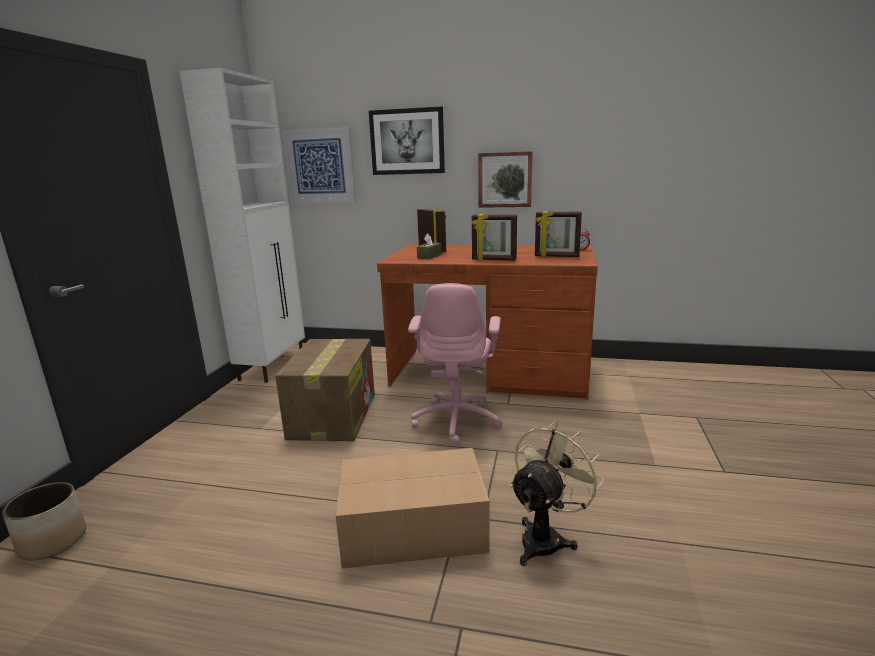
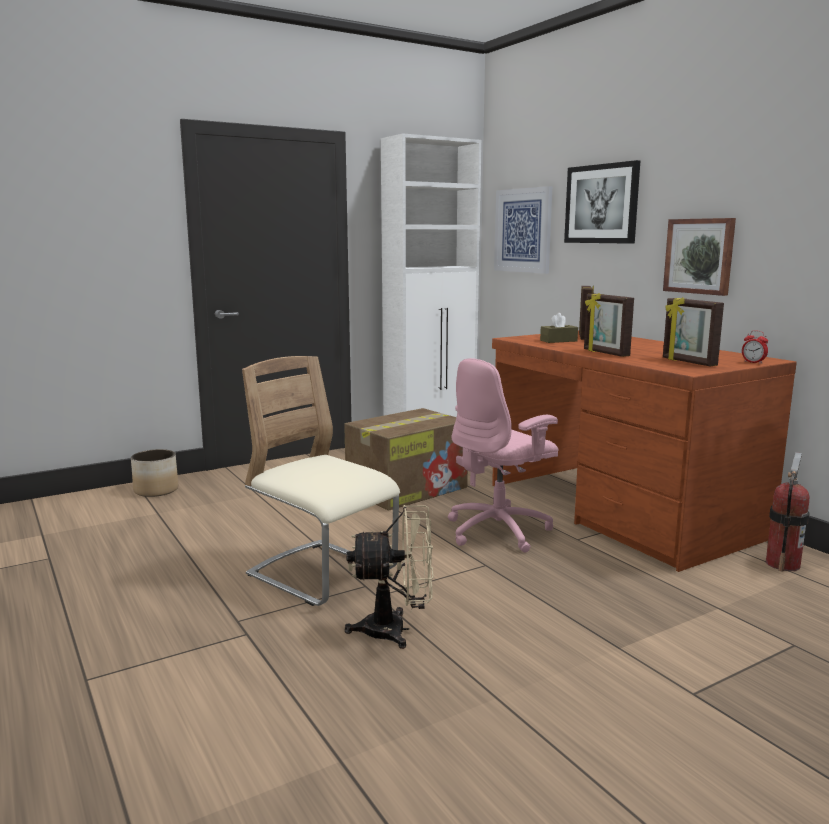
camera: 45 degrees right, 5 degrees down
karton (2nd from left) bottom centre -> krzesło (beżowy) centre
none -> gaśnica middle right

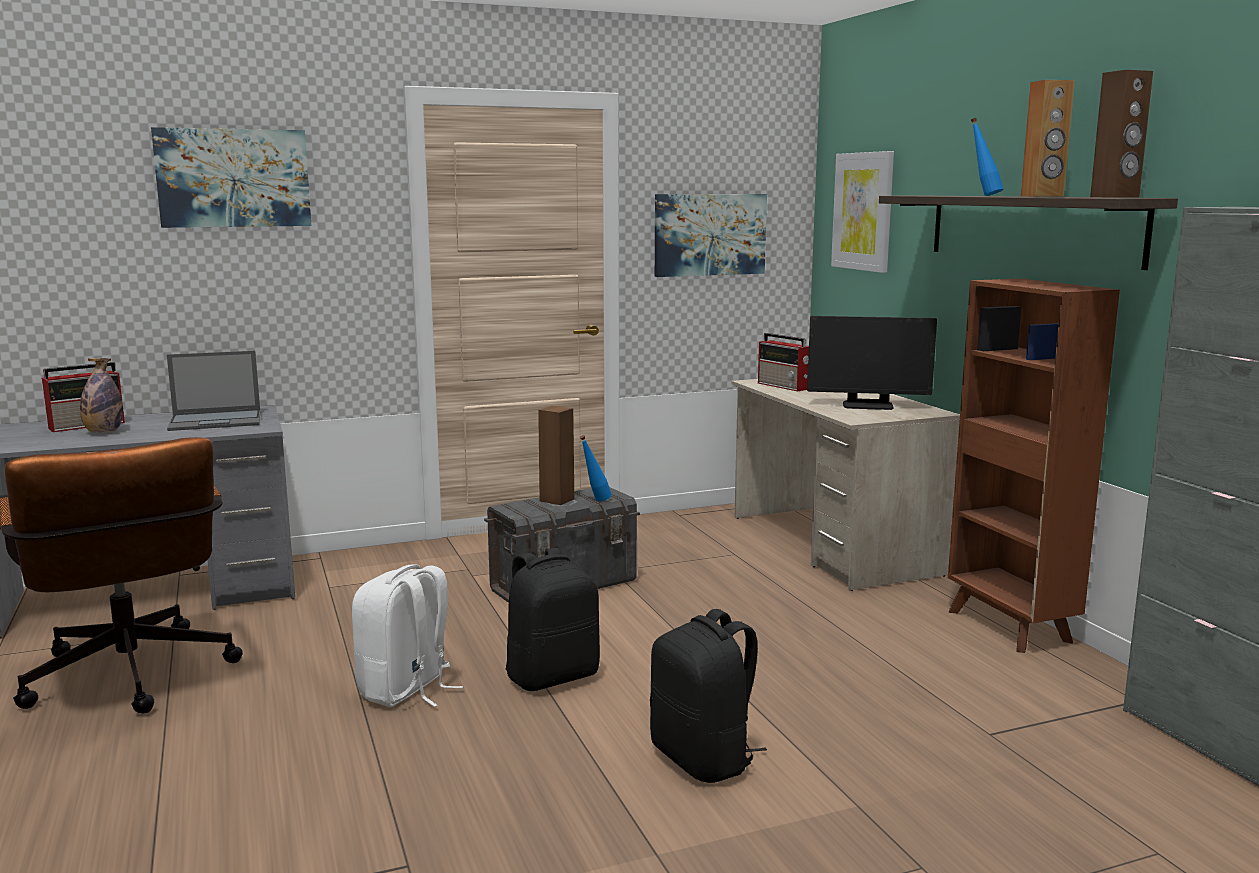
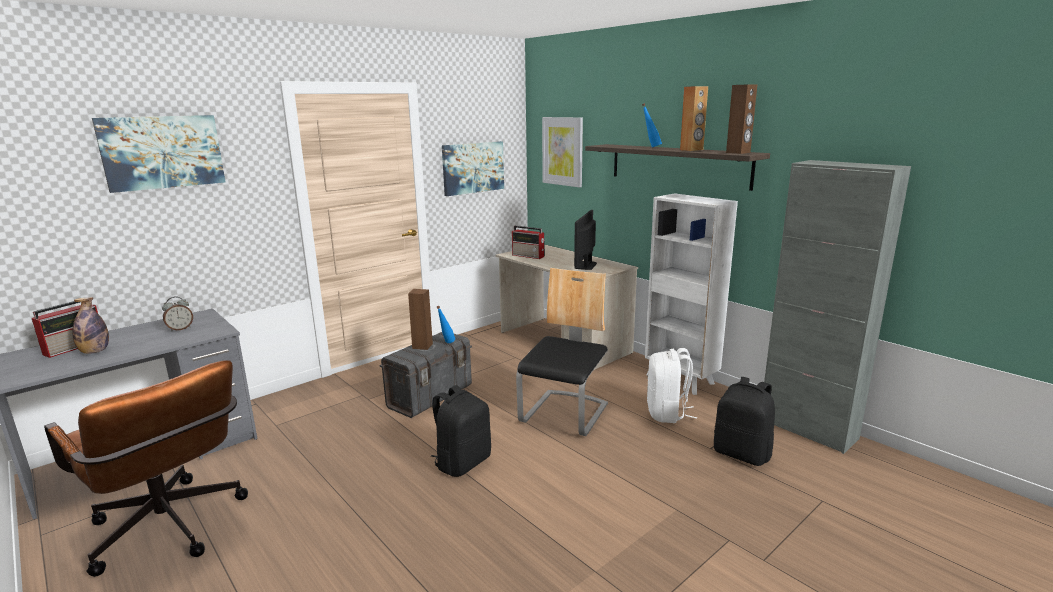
camera: 20 degrees left, 5 degrees up
regał (brązowy) middle right -> regał (biały) centre
monitor middle right -> monitor centre, 120 degrees clockwise
laptop middle left -> budzik middle left
plecak (biały) bottom left -> plecak (biały) centre, move
plecak (czarny) (2nd from left) bottom centre -> plecak (czarny) (2nd from left) bottom right, move
none -> krzesło centre

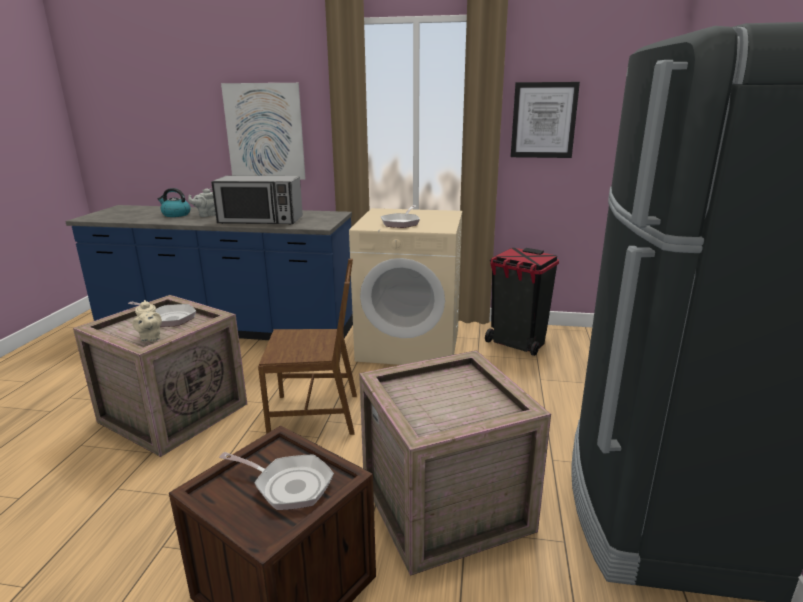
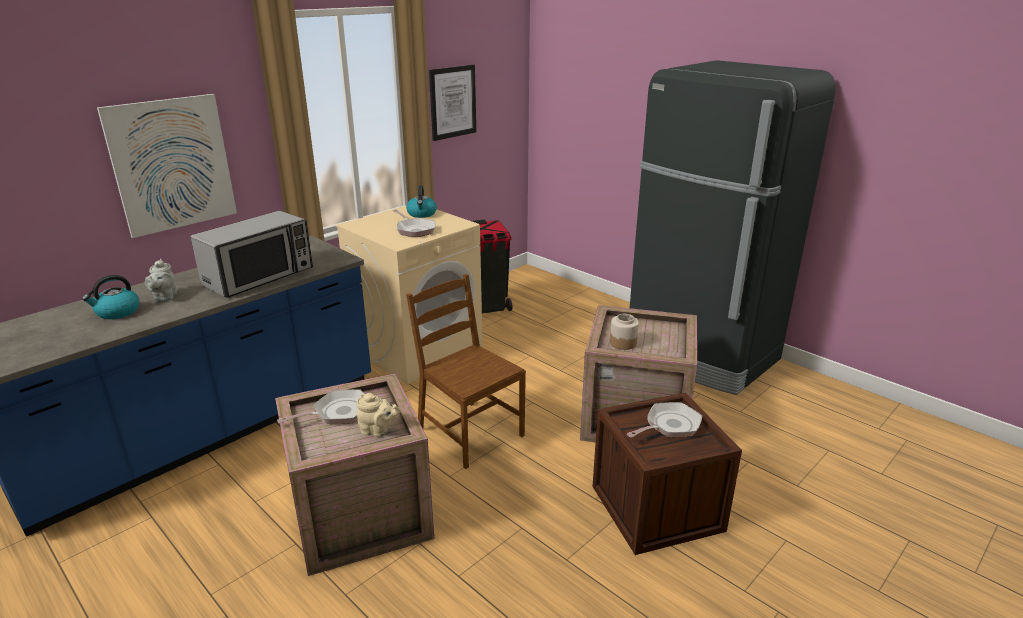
camera: 55 degrees left, 5 degrees up
krzesło (brązowy) centre, 75 degrees counterclockwise
none -> czajnik (2nd from left) top centre
none -> słoik centre

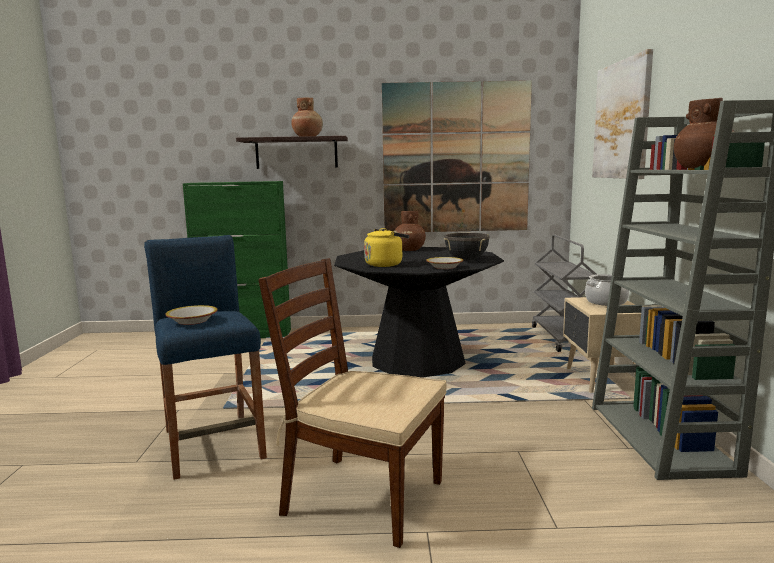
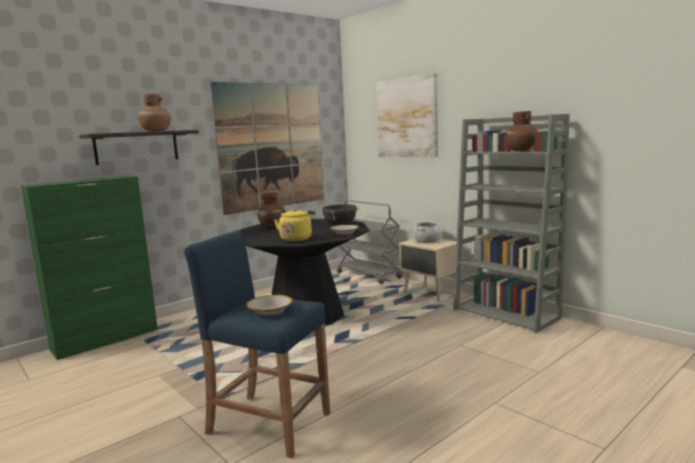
camera: 40 degrees left, 0 degrees up
krzesło (brązowy) bottom centre -> none

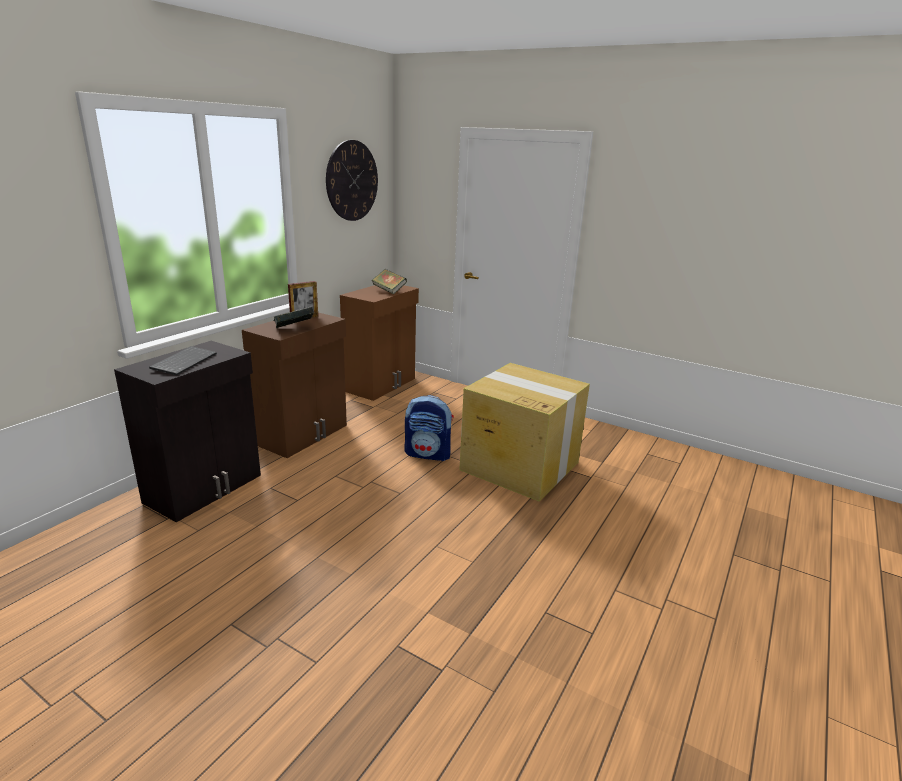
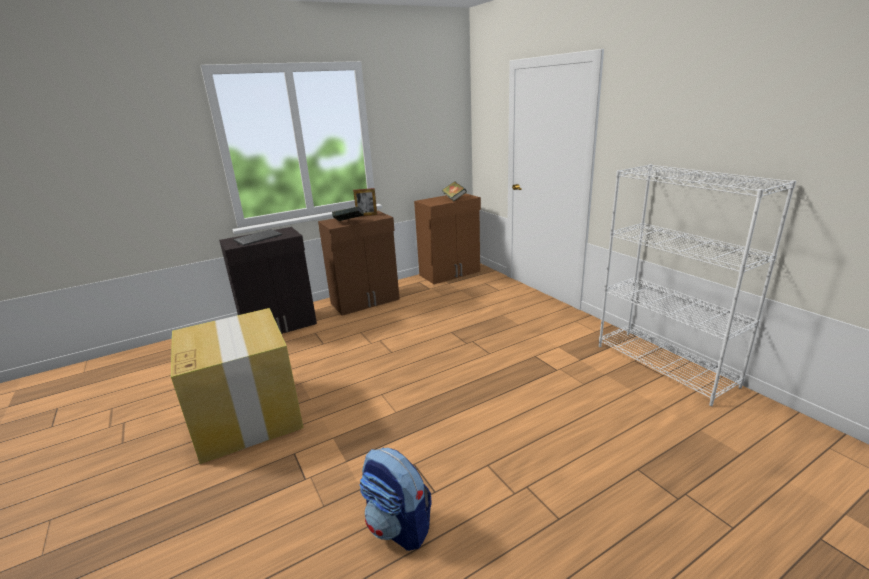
camera: 30 degrees right, 0 degrees up
zegar ścienny top centre -> none
karton centre -> karton bottom left, move
plecak centre -> plecak bottom centre, move
none -> regał (biały) middle right

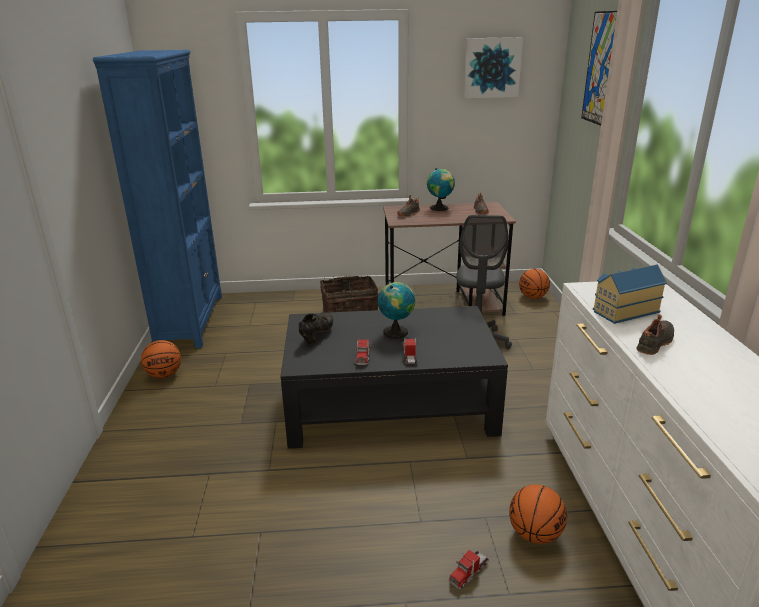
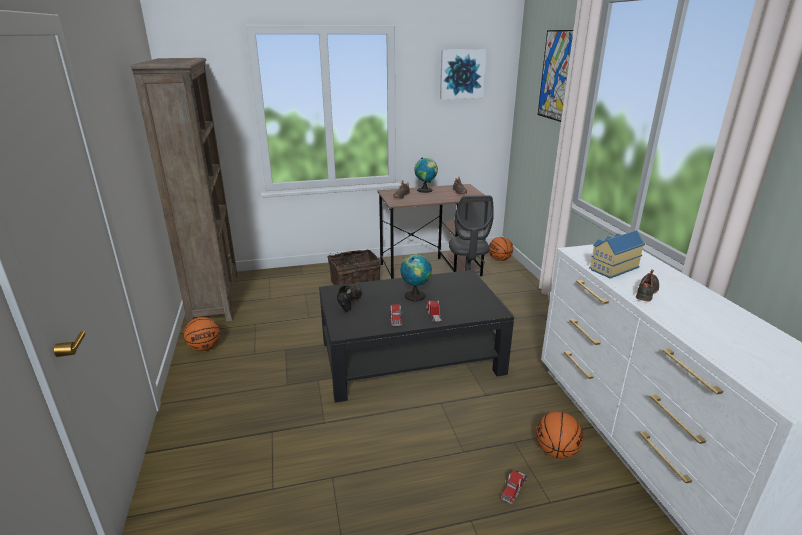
camera: 10 degrees left, 0 degrees up
regał (niebieski) top left -> regał (brązowy) middle left

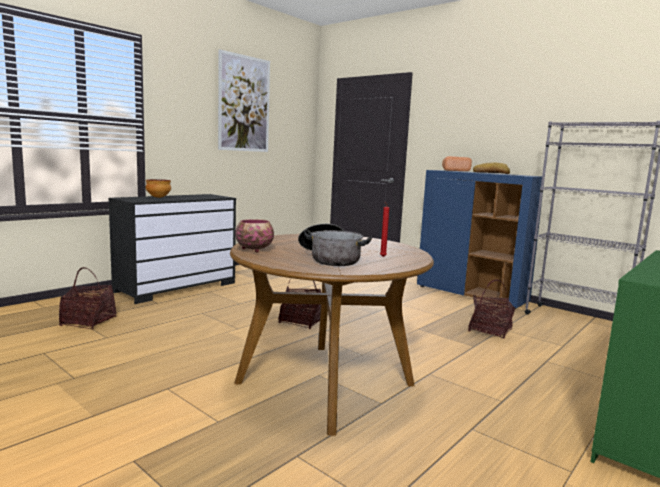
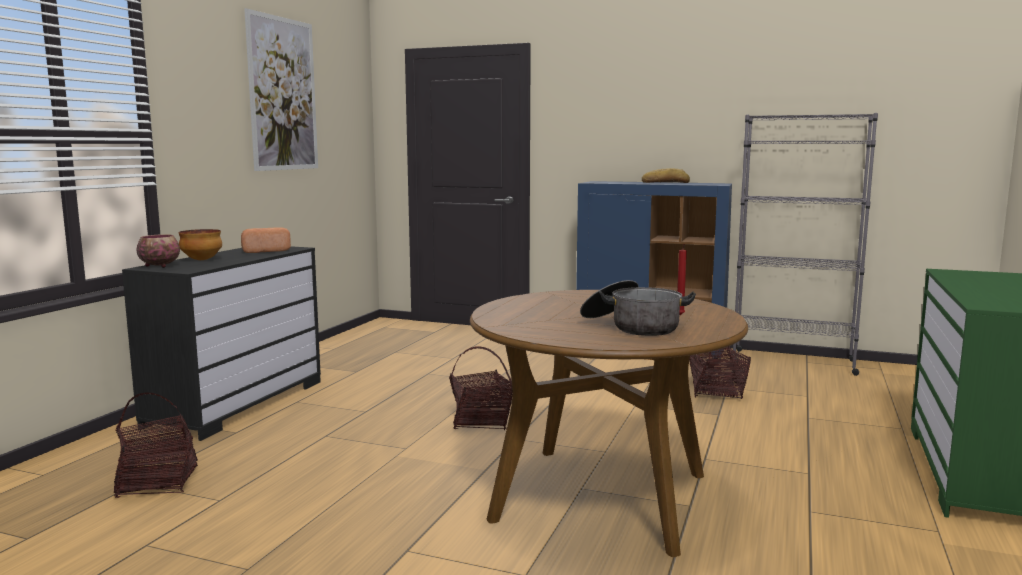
camera: 20 degrees left, 0 degrees up
chleb (1st from left) middle right -> chleb (1st from left) middle left, move
miska (2nd from left in the first image) centre -> miska (1st from left) middle left, move

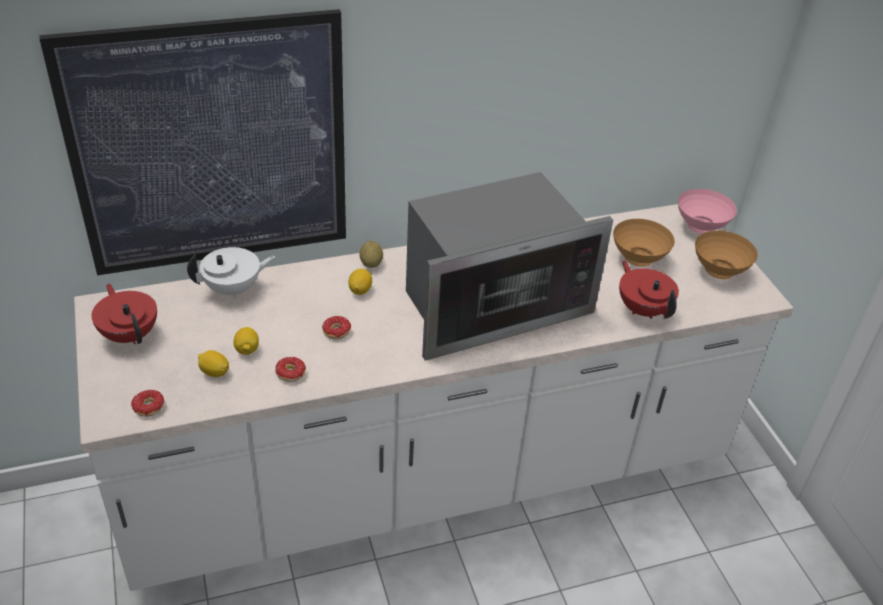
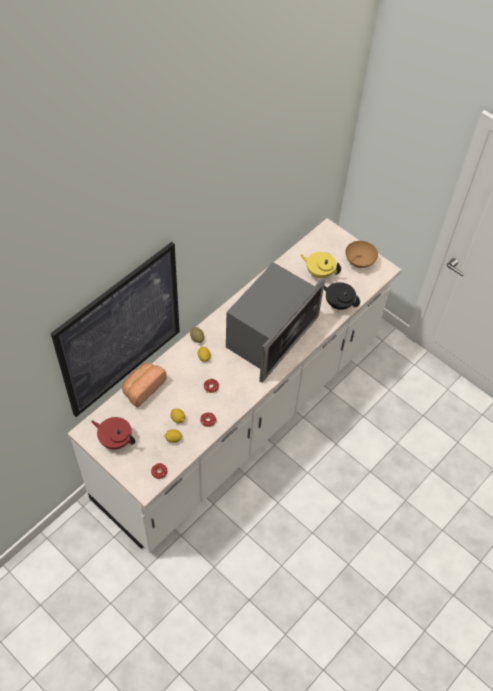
camera: 30 degrees left, 15 degrees up
miska (różowy) middle right -> none
miska (brązowy) (1st from left) middle right -> imbryk (żółty) centre
imbryk (biały) middle left -> chleb middle left
imbryk (czerwony) (2nd from left) middle right -> imbryk (czarny) middle right

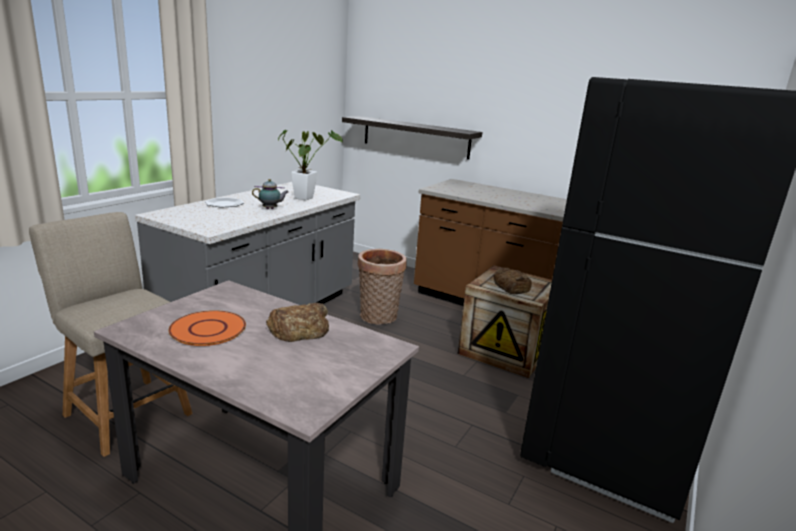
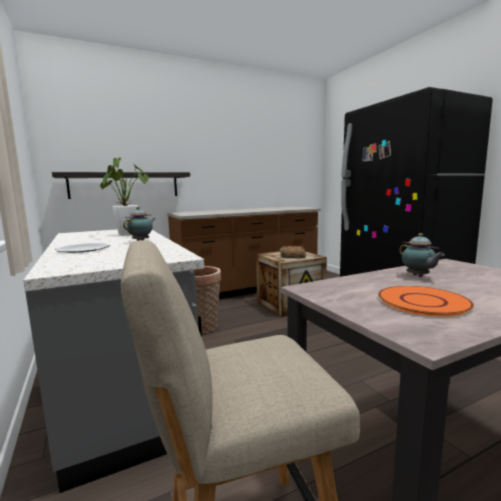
camera: 55 degrees left, 10 degrees down
chleb (1st from left) centre -> imbryk (2nd from left) middle right

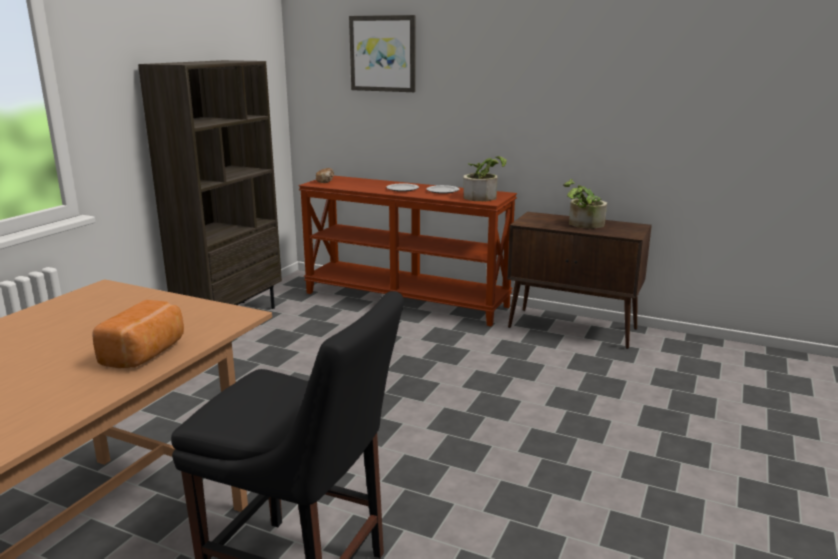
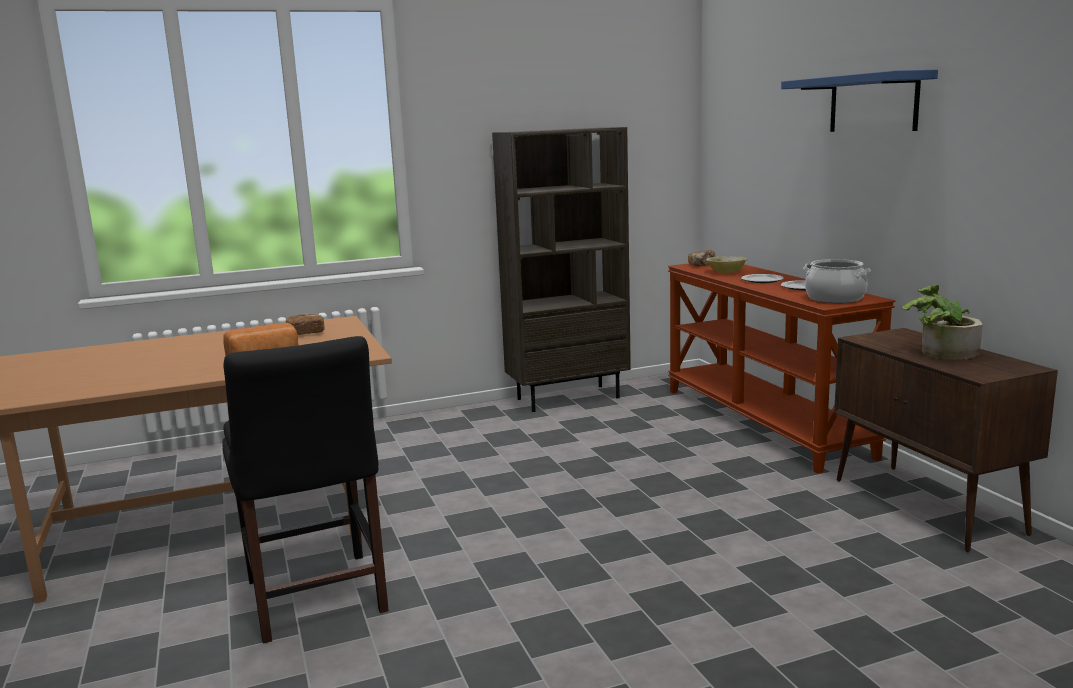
camera: 45 degrees right, 5 degrees down
obraz top centre -> none
roślina doniczkowa (1st from left) top centre -> garnek middle right
none -> półka (niebieski) top right
none -> miska middle right
none -> chleb (2nd from left) middle left

